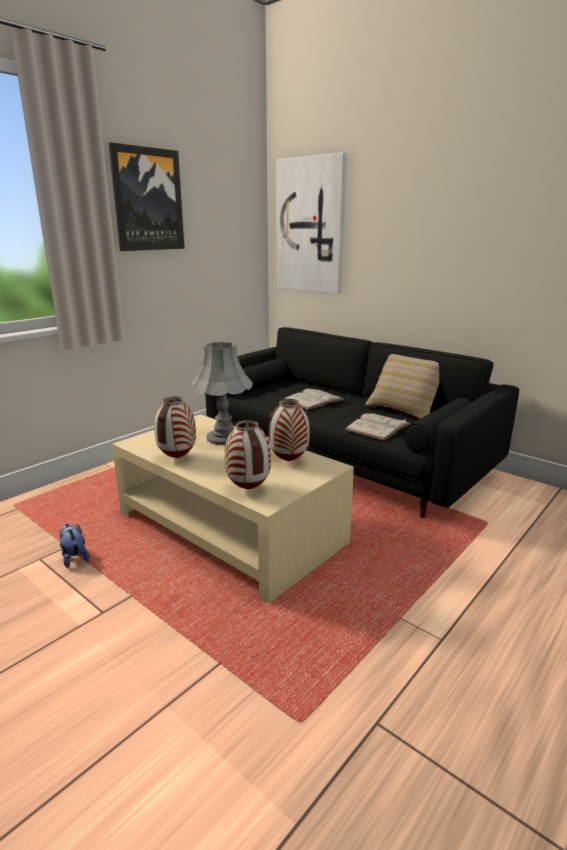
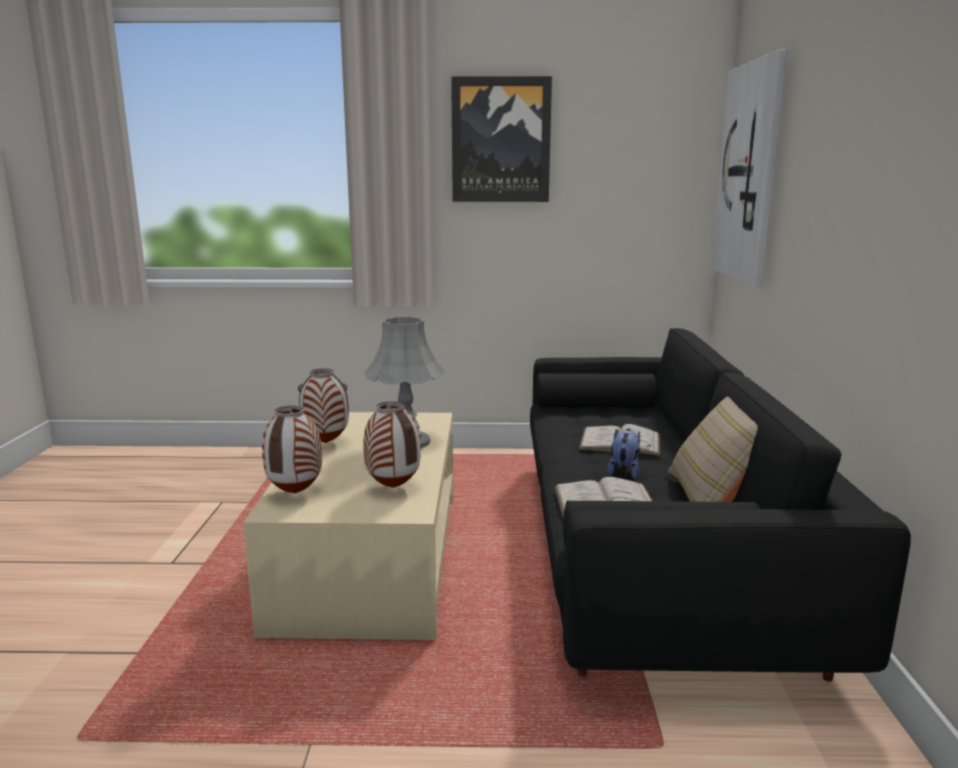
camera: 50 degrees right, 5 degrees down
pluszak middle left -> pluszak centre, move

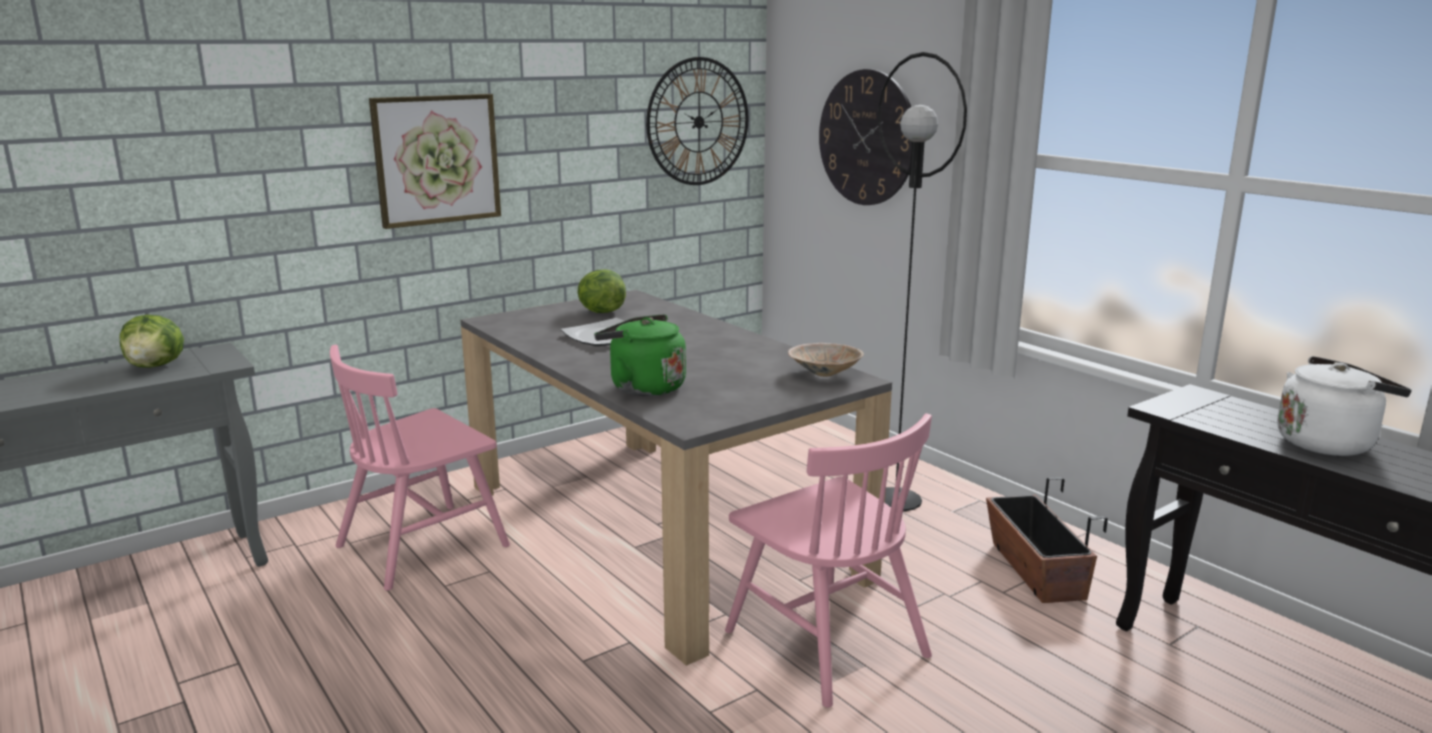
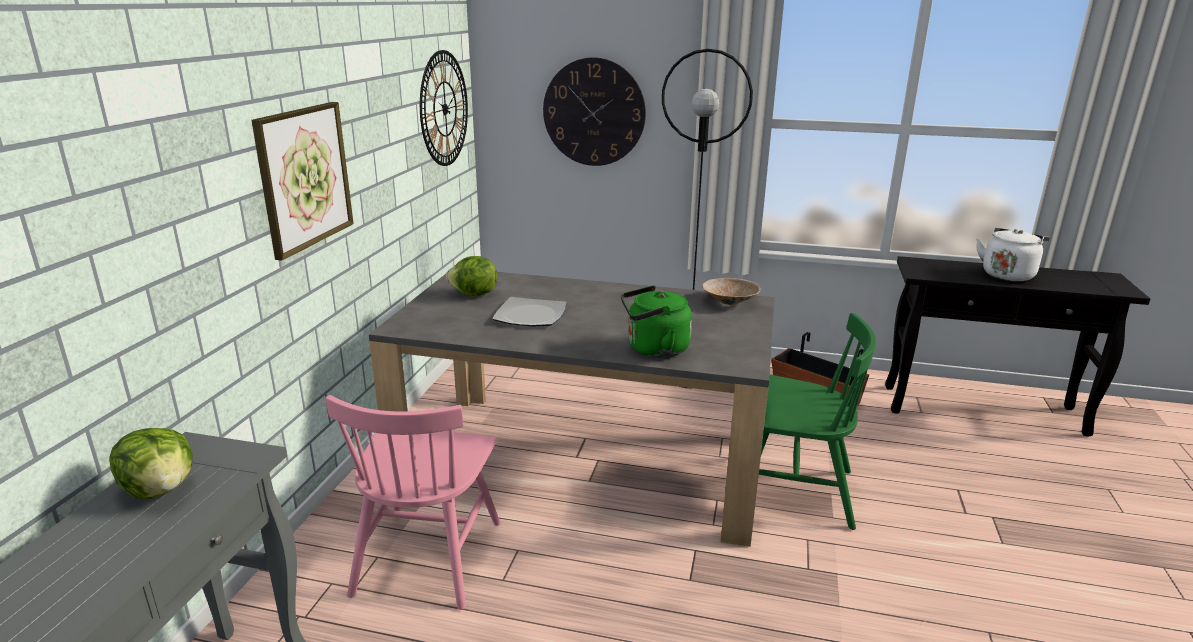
camera: 40 degrees left, 5 degrees up
krzesło (różowy) (2nd from left) bottom centre -> krzesło (zielony) middle right

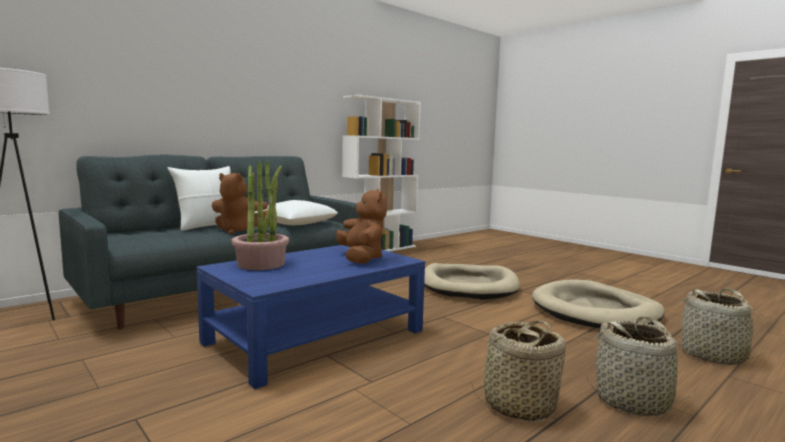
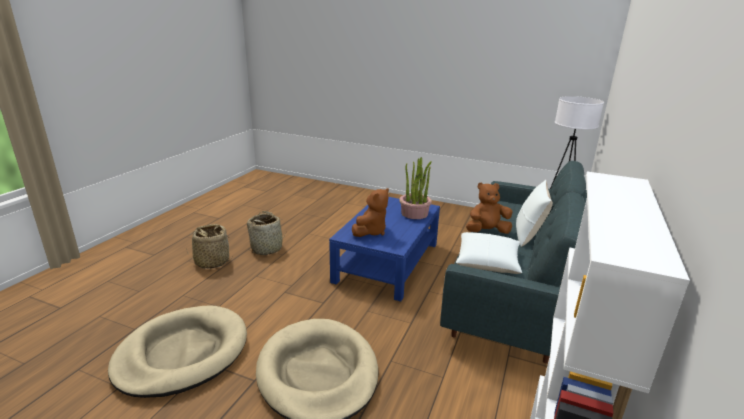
camera: 155 degrees right, 15 degrees up
pluszak (brązowy) (2nd from left in the first image) centre -> pluszak (brązowy) (1st from left) centre, 105 degrees counterclockwise
koszyk (3rd from left) bottom right -> none

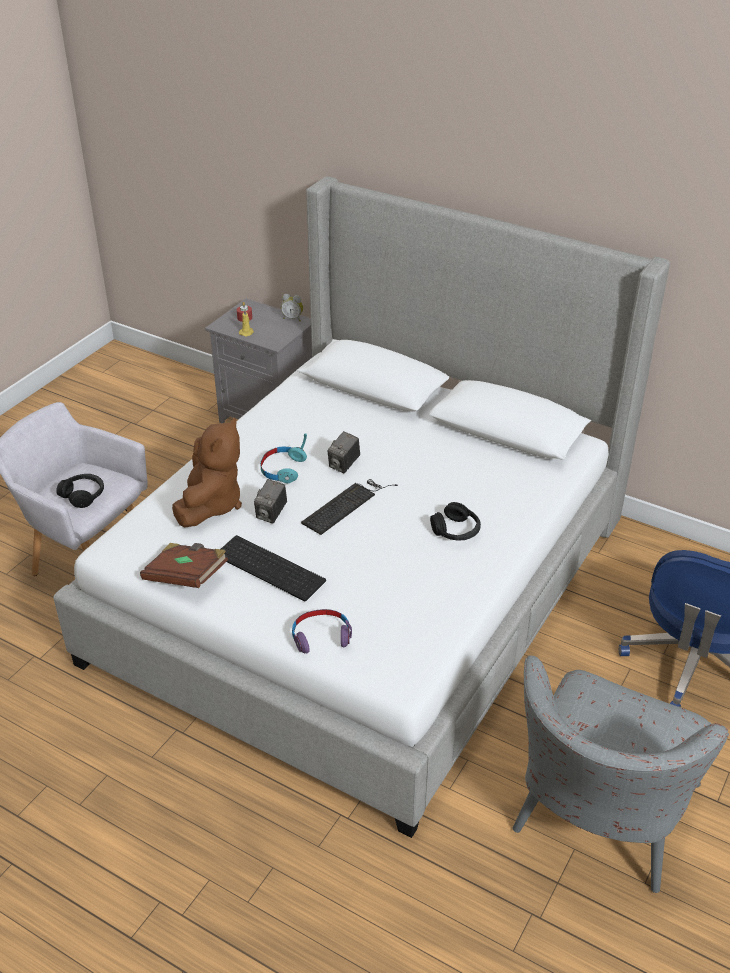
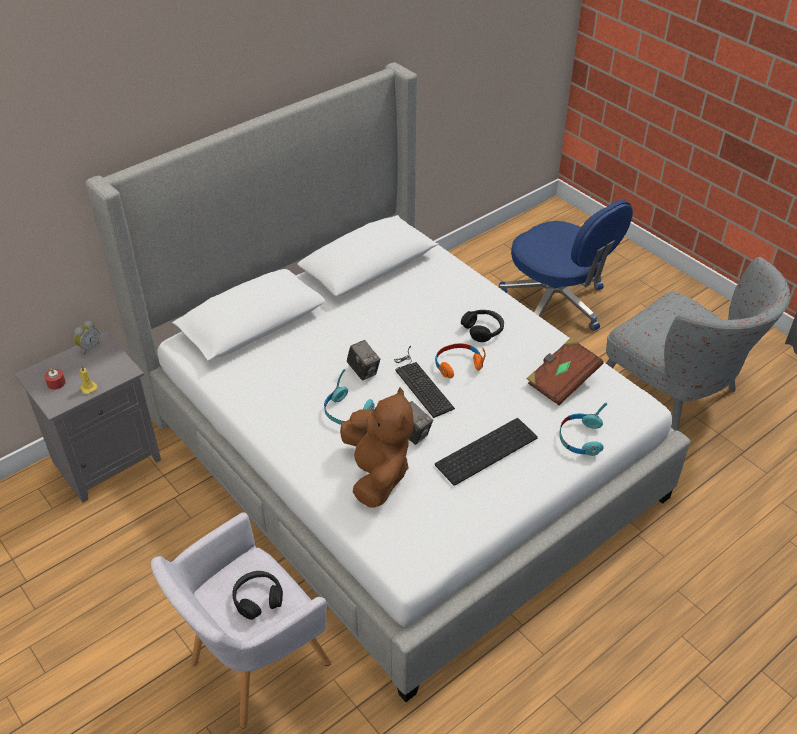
camera: 70 degrees left, 5 degrees up
pluszak (brązowy) middle left -> pluszak (brązowy) centre, 45 degrees clockwise
książka (brązowy) middle left -> książka (brązowy) middle right, move
słuchawki (fioletowy) centre -> słuchawki (turkusowy) (2nd from left) middle right
none -> słuchawki (pomarańczowy) centre

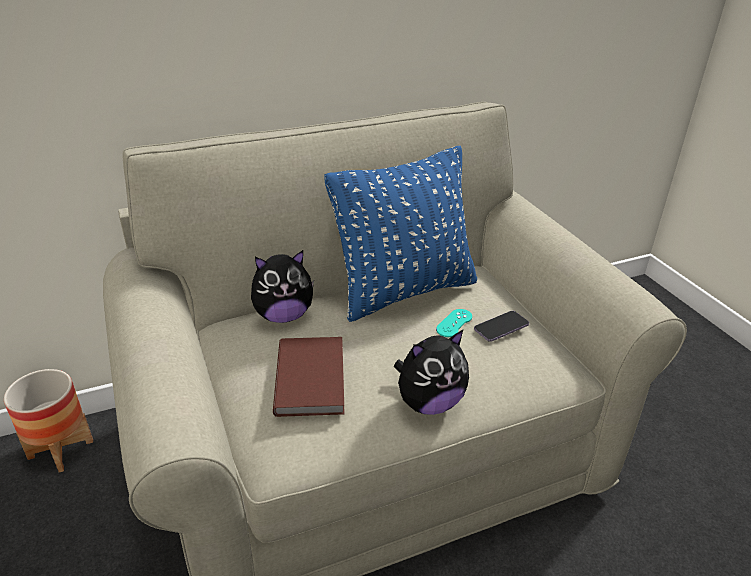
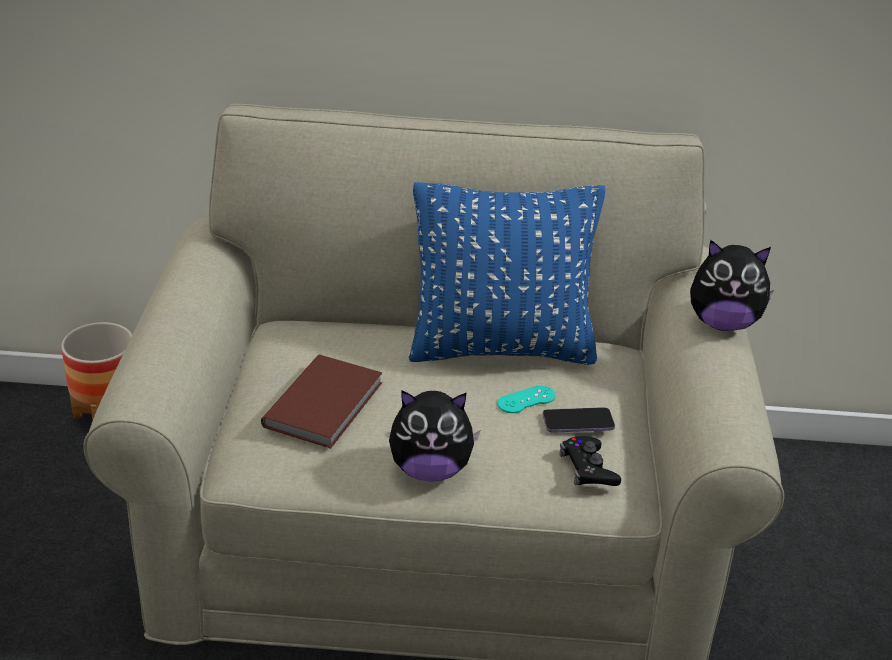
camera: 25 degrees right, 0 degrees up
pluszak (1st from left in the first image) centre -> pluszak (2nd from left) middle right, move
none -> pad do gier (czarny) bottom centre

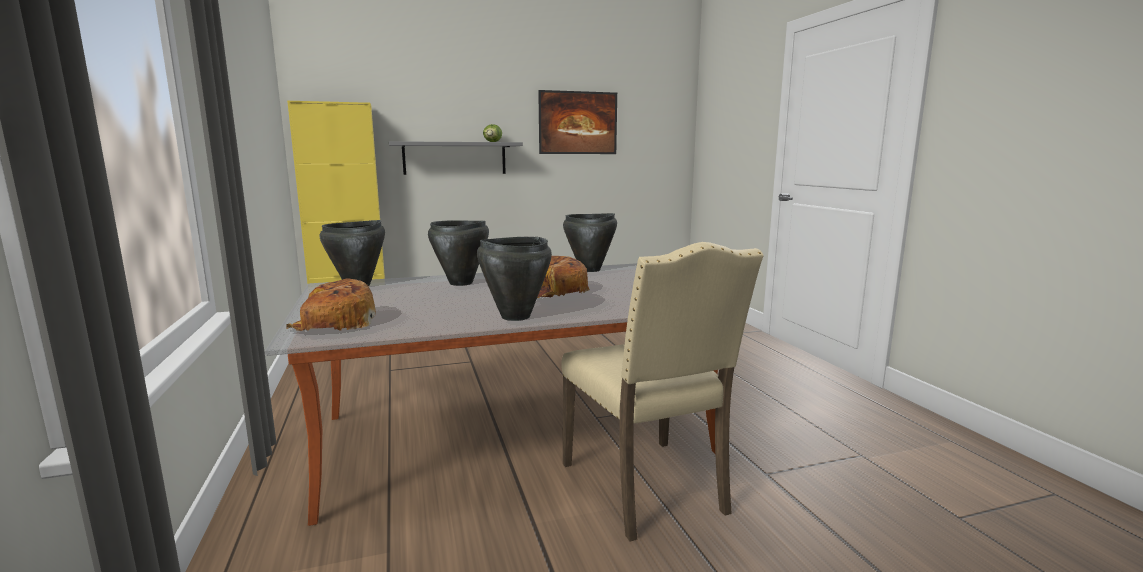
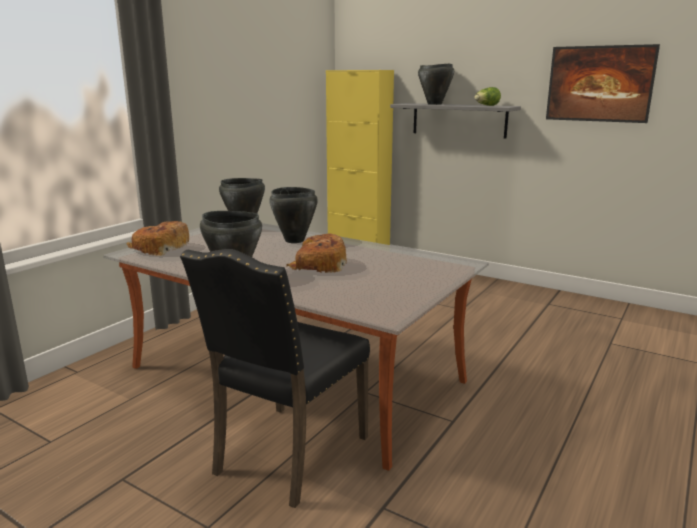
camera: 50 degrees right, 5 degrees up
garnek (czarny) (4th from left) centre -> garnek (czarny) (4th from left) top centre, move
krzesło (beżowy) bottom centre -> krzesło (czarny) bottom centre

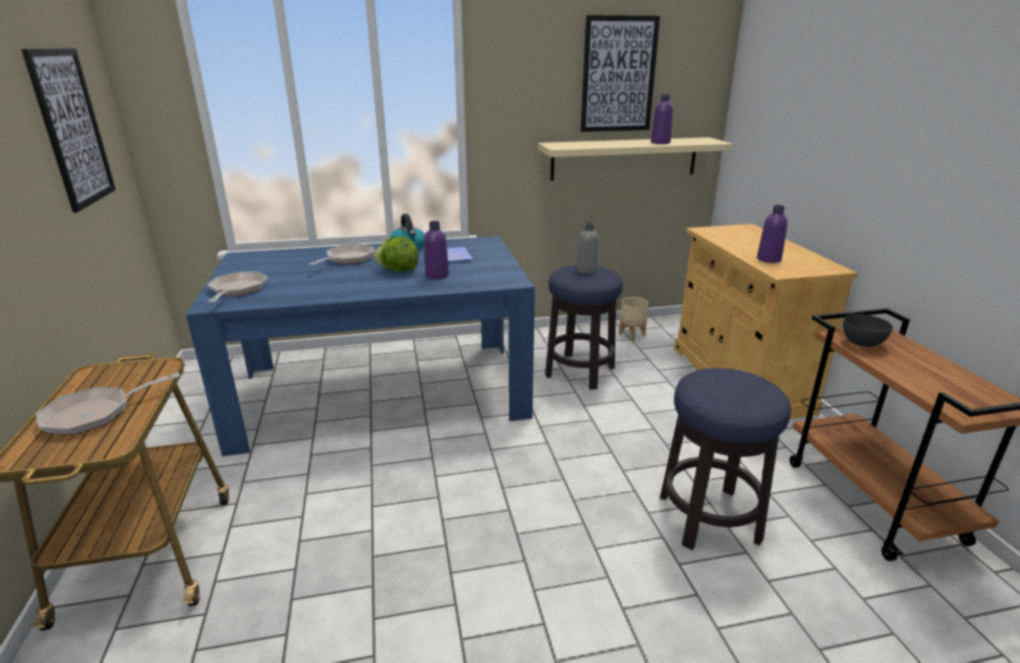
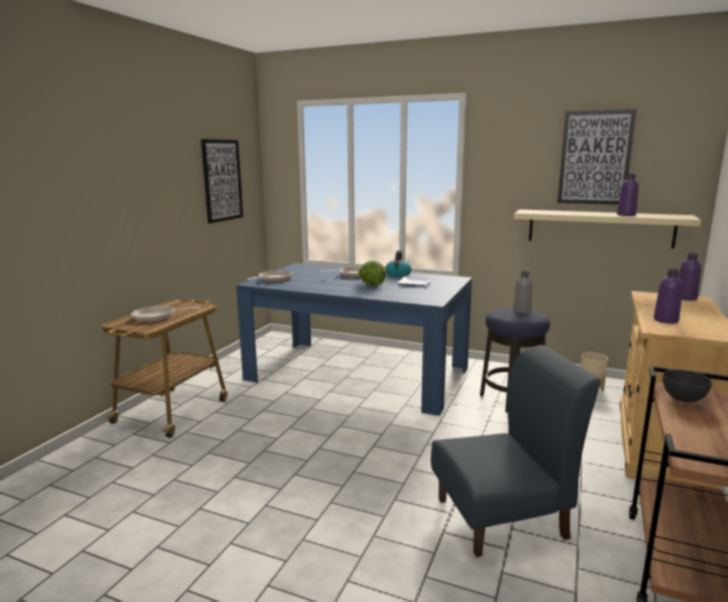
camera: 35 degrees right, 10 degrees down
butelka (fioletowy) (1st from left in the first image) centre -> butelka (fioletowy) (3rd from left) middle right, move
stołek (2nd from left) bottom right -> krzesło (niebieski) bottom right

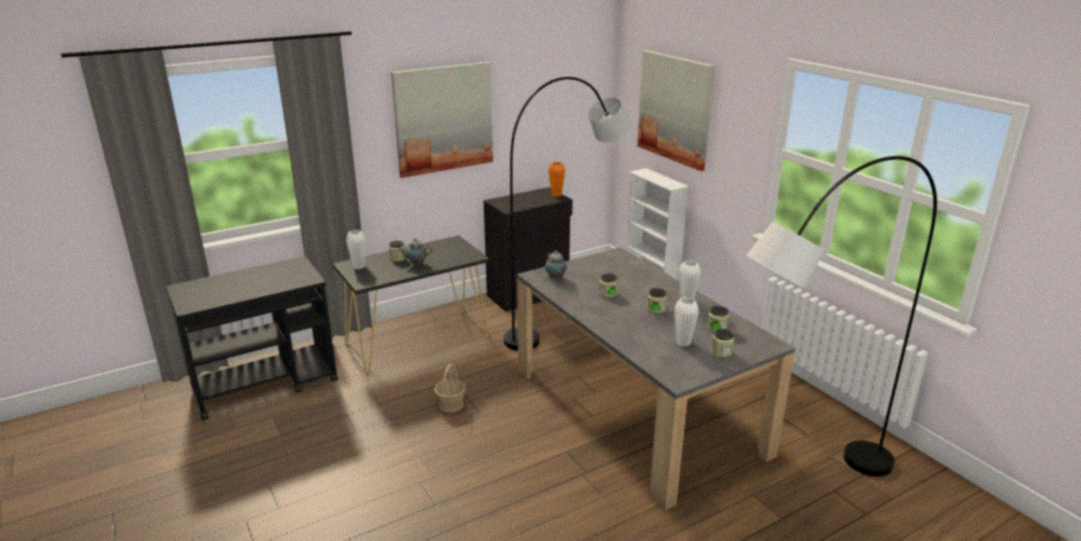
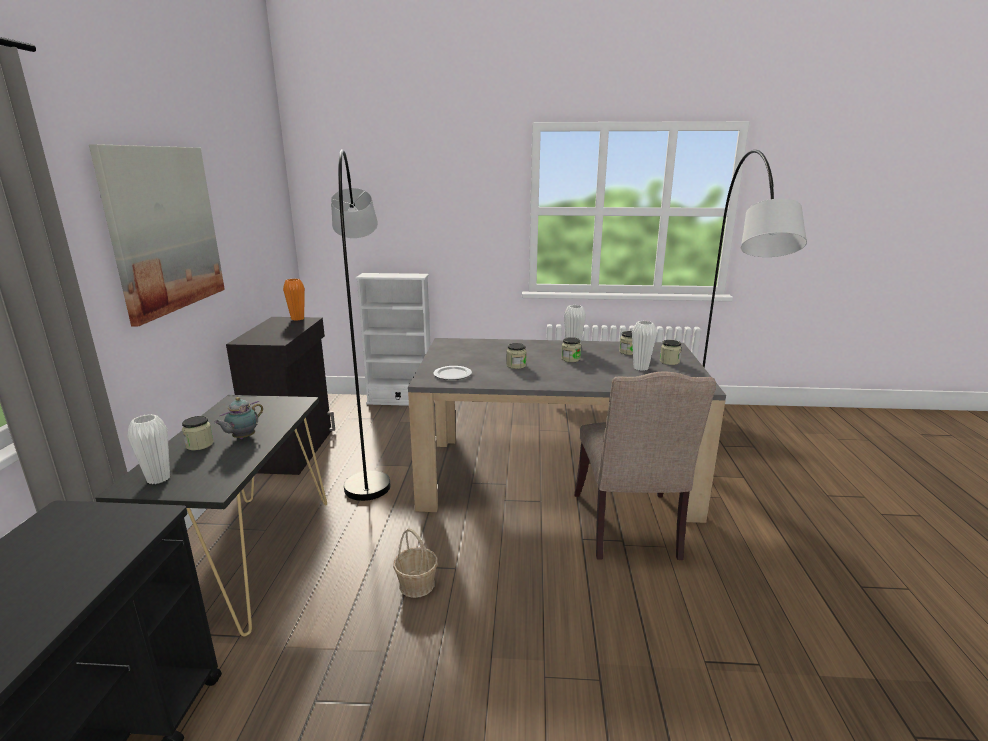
camera: 55 degrees left, 5 degrees down
obraz (2nd from left) top centre -> none
imbryk (2nd from left) centre -> talerz centre
none -> krzesło (beżowy) centre

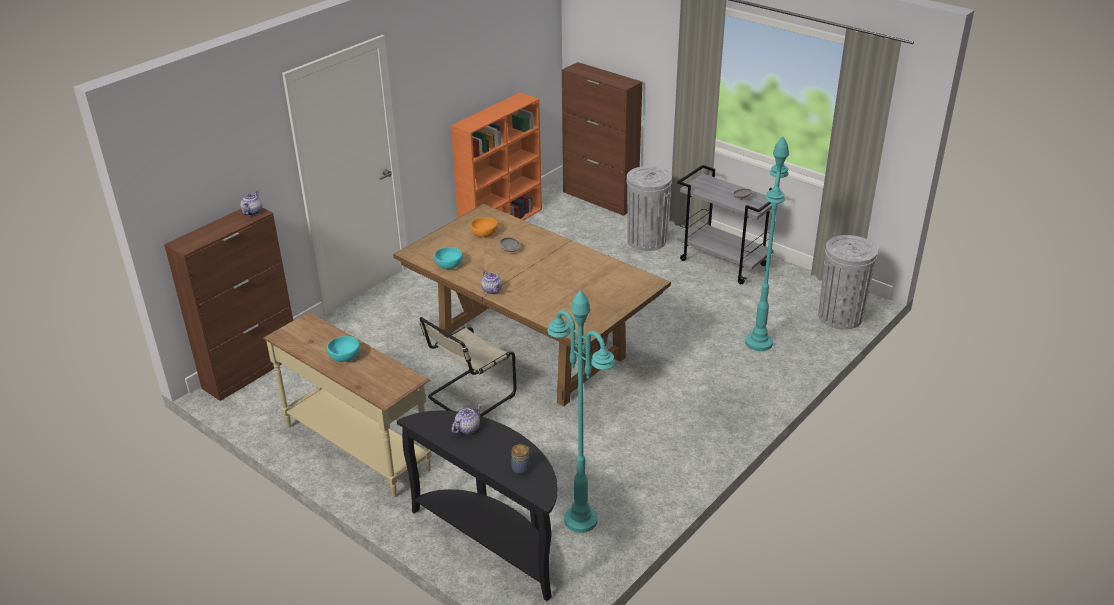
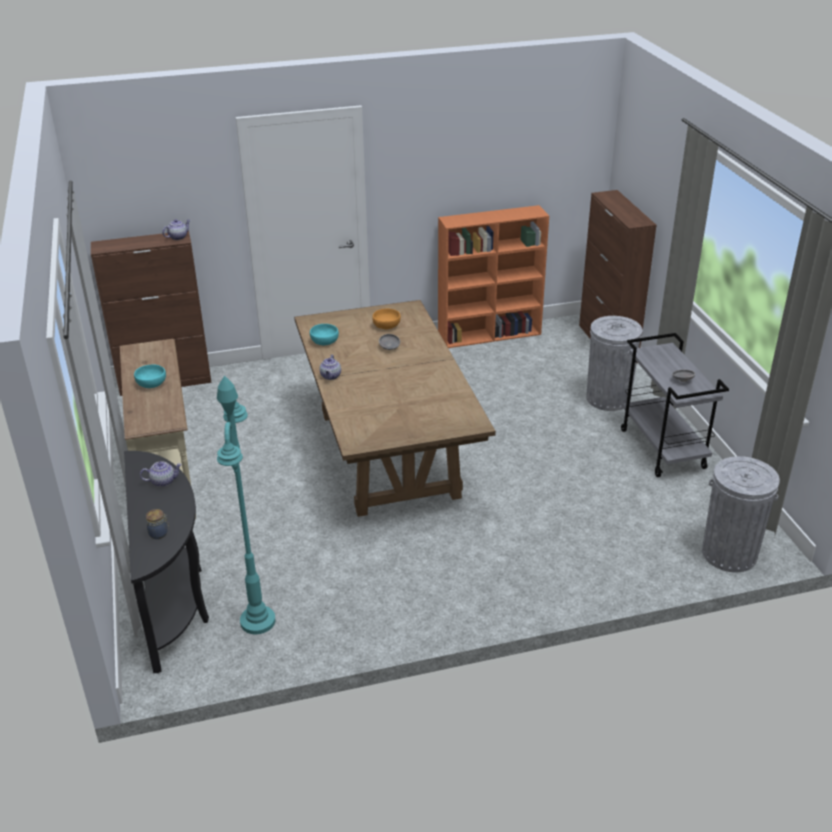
camera: 35 degrees right, 0 degrees up
lampa stojąca (turkusowy) (2nd from left) middle right -> none
krzesło (beżowy) centre -> none

